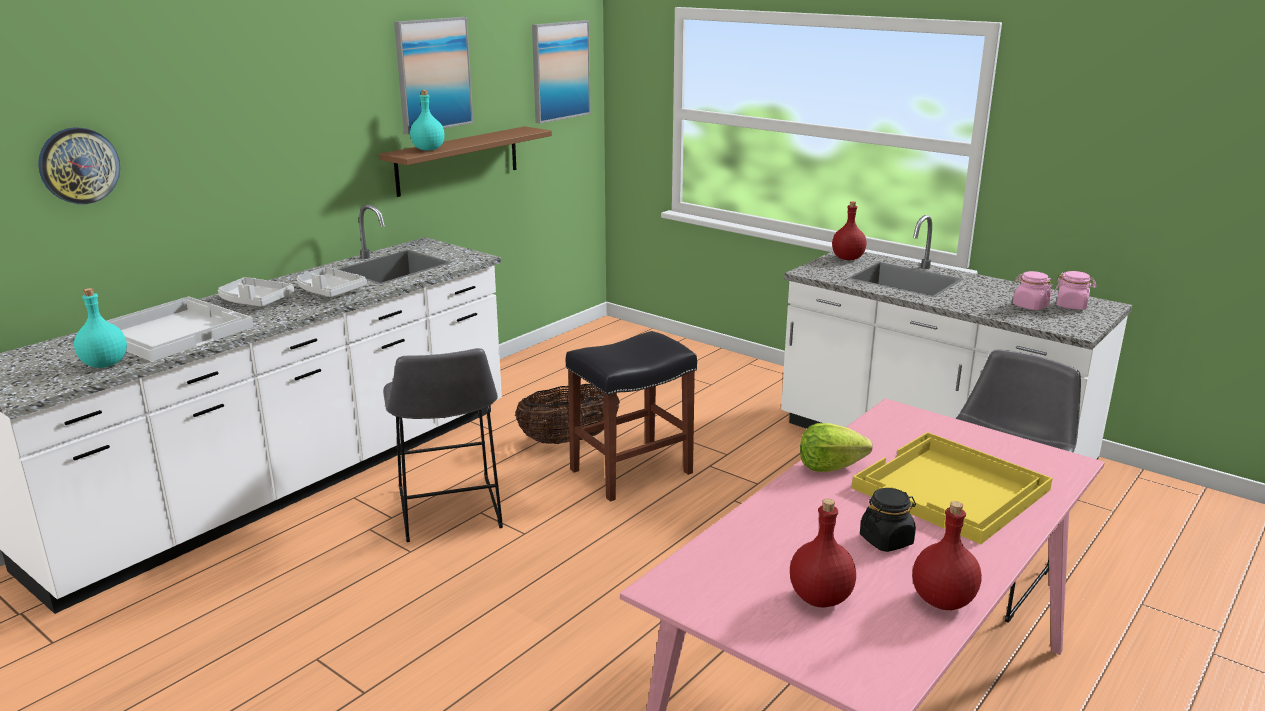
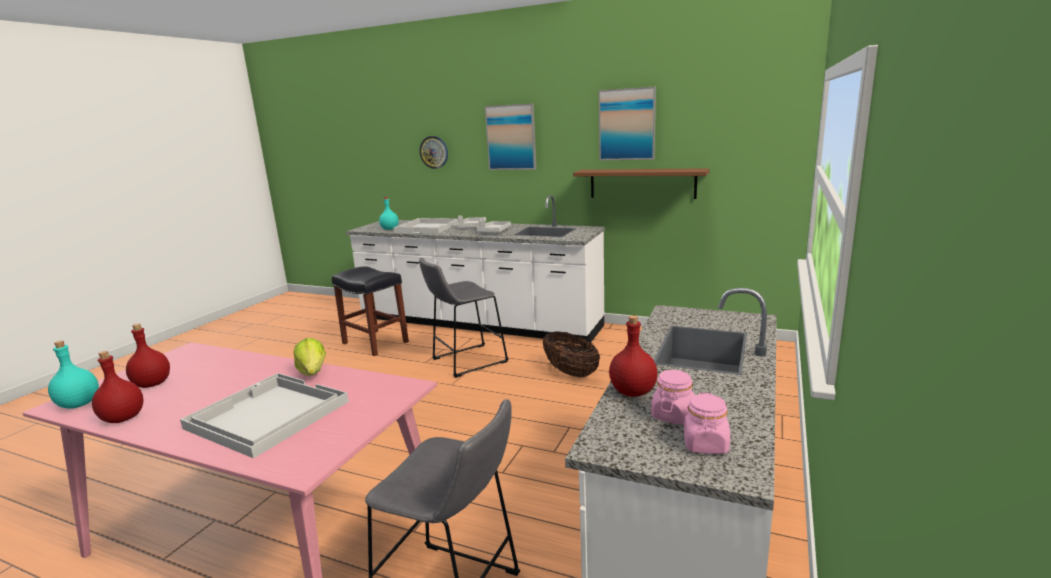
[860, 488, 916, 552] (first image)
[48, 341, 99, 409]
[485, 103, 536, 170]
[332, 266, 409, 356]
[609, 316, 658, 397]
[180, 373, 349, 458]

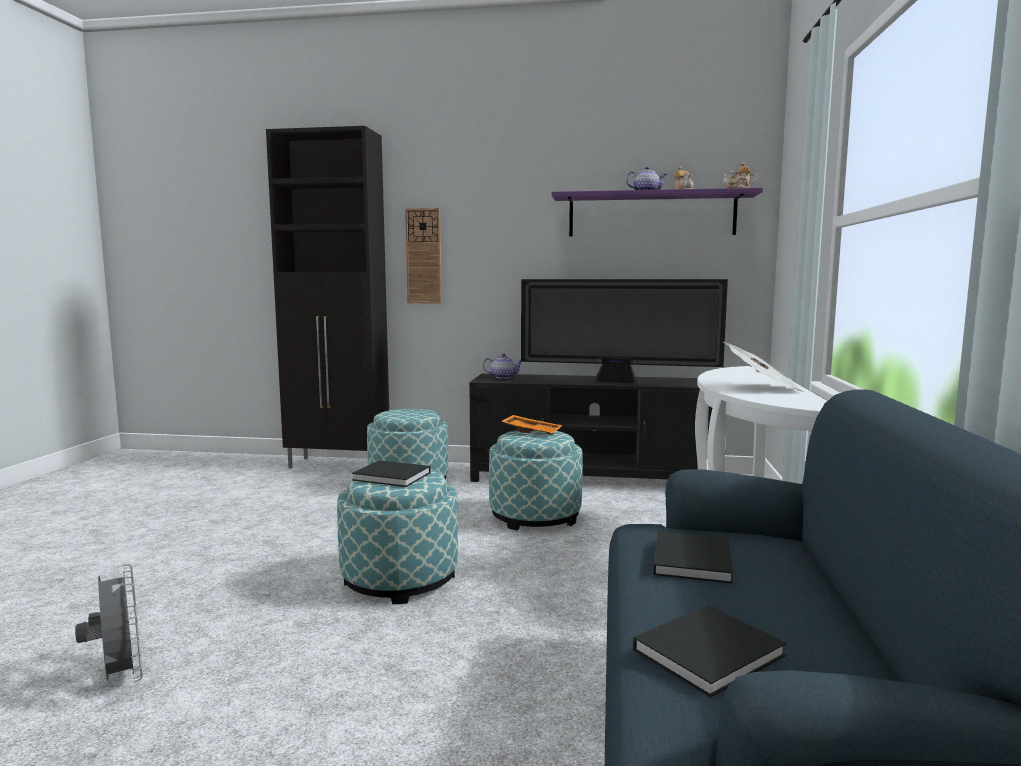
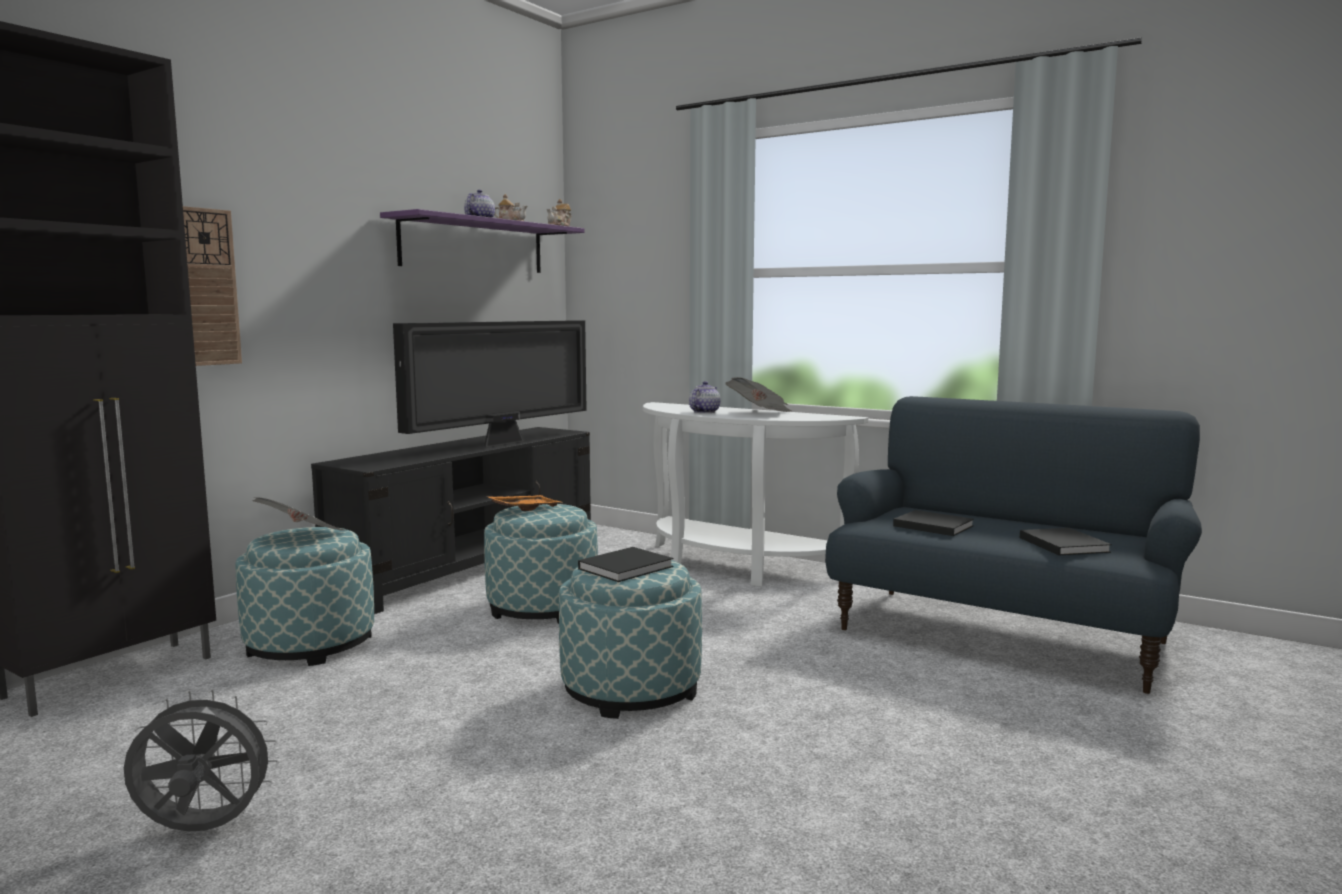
[252, 497, 345, 531]
[124, 689, 279, 832]
[689, 381, 721, 413]

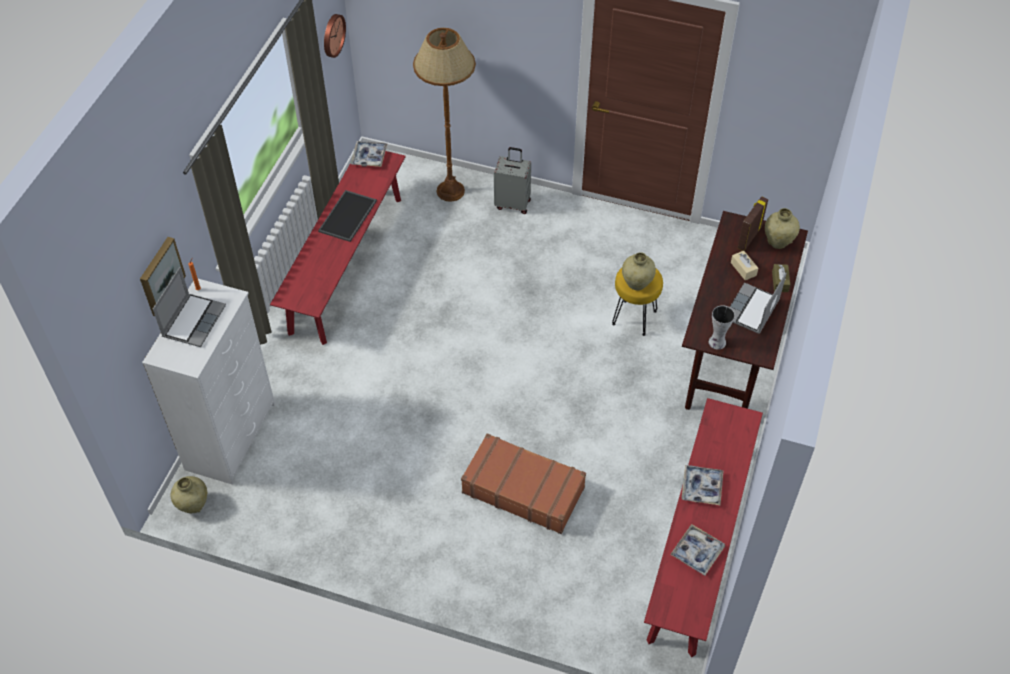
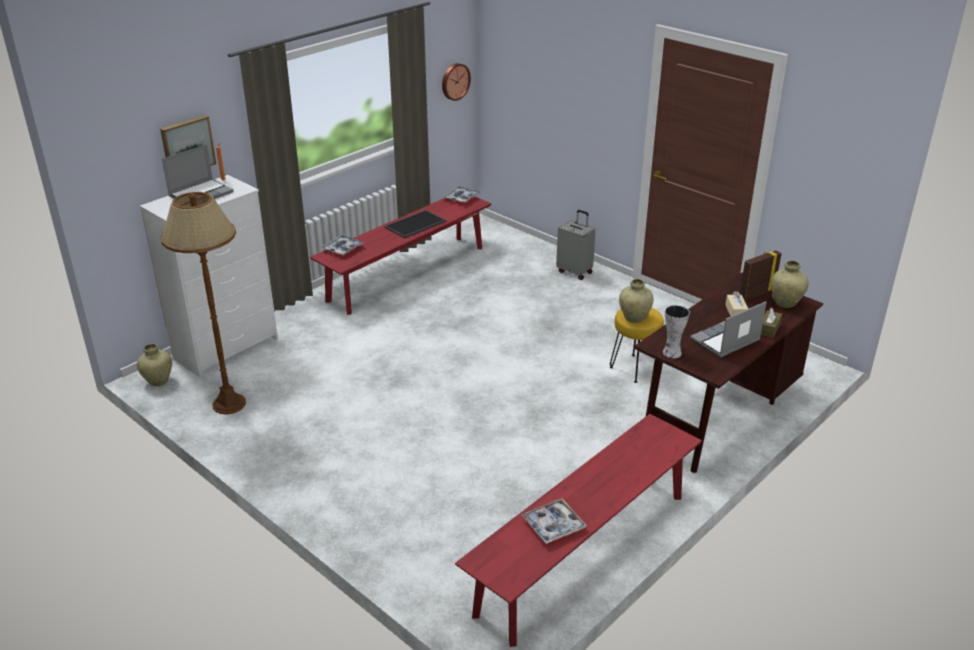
[461, 433, 586, 534] (first image)
[161, 192, 246, 414]
[321, 235, 365, 255]

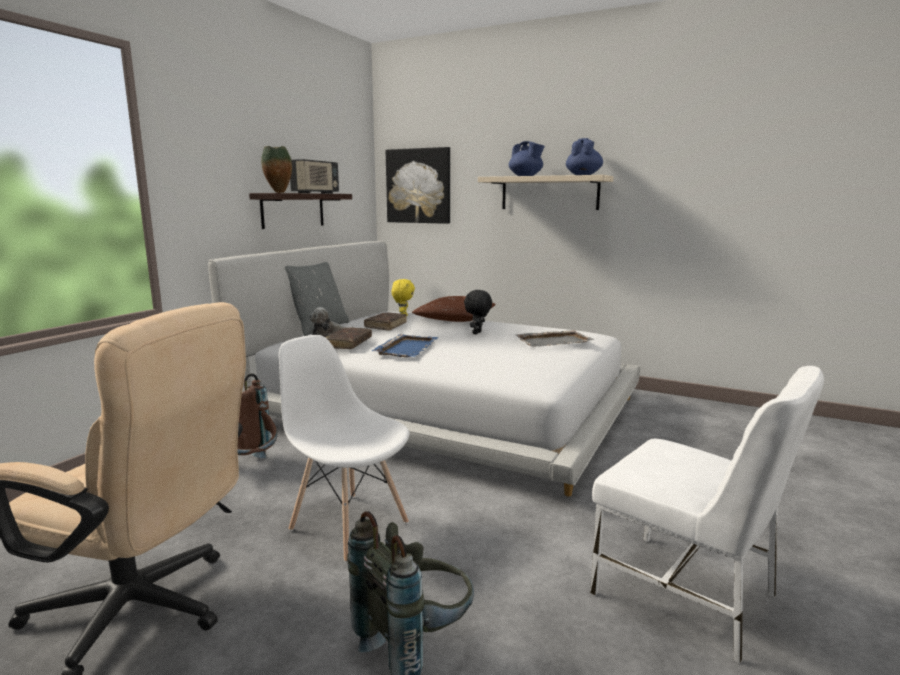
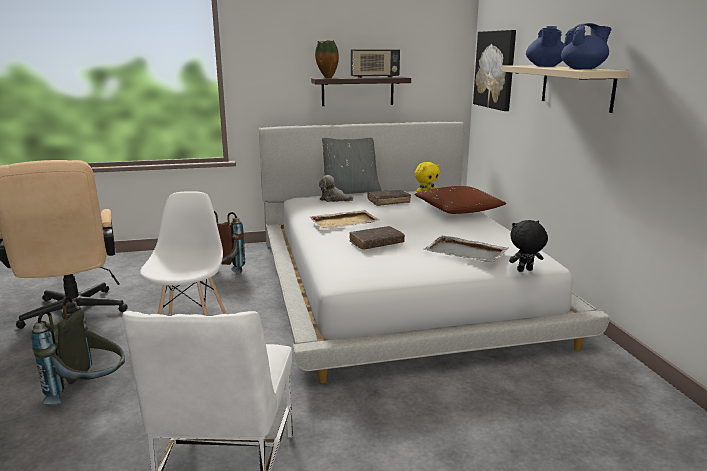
[349, 226, 405, 250]
[509, 220, 548, 272]
[309, 210, 380, 229]

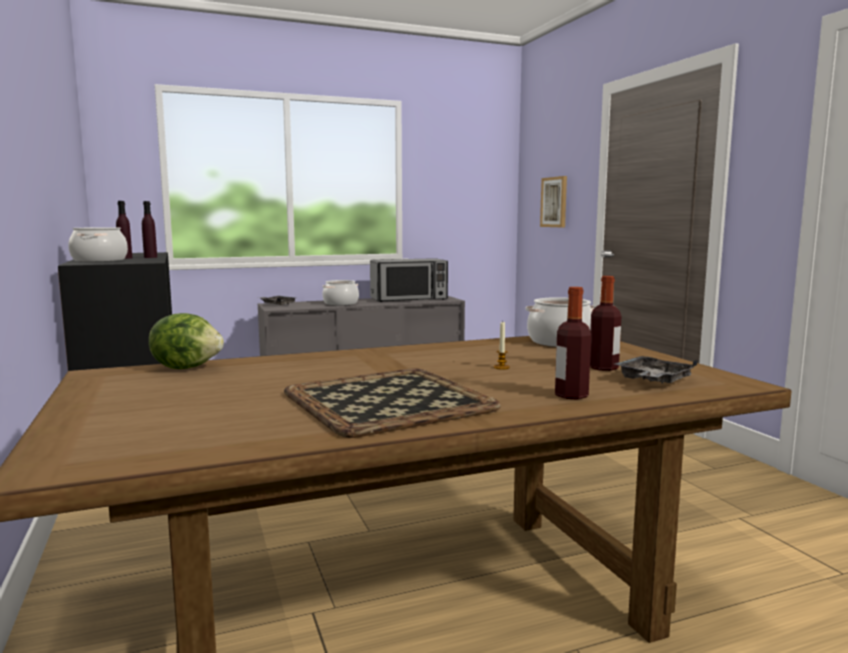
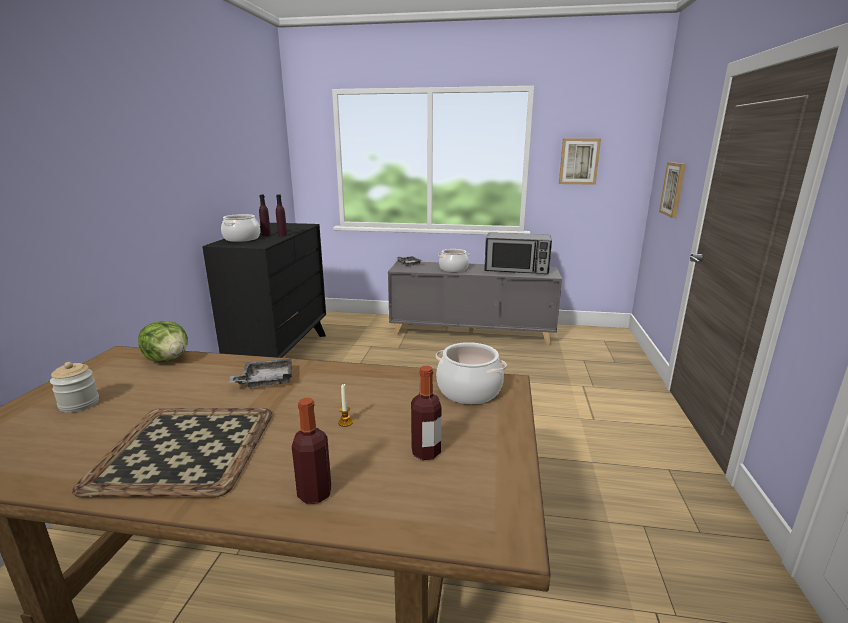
[50, 362, 99, 413]
[559, 138, 601, 185]
[229, 359, 292, 387]

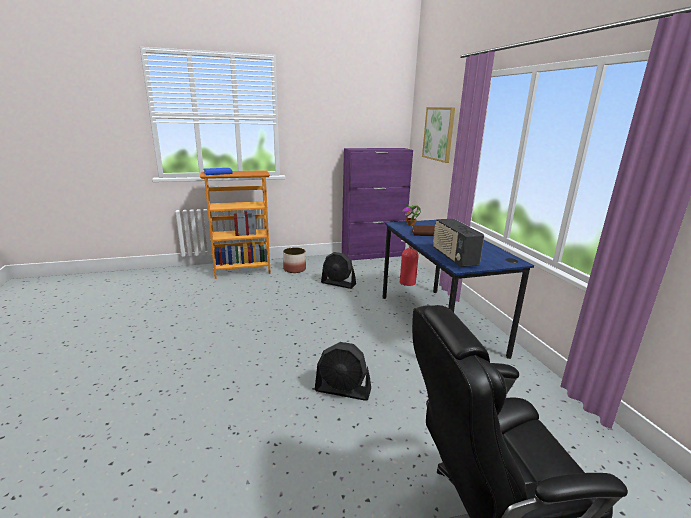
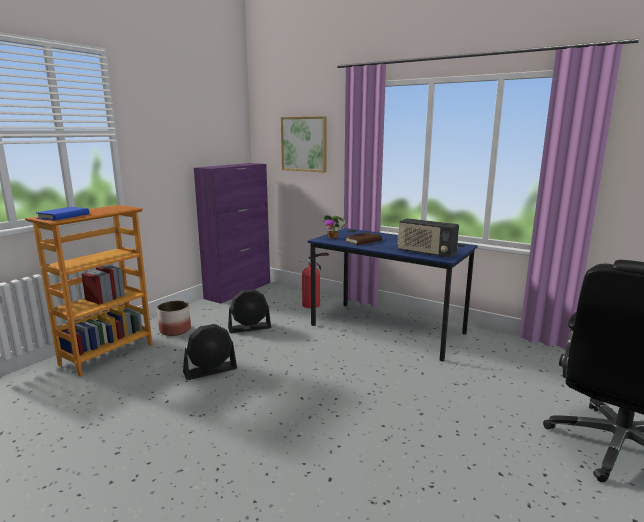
[183, 324, 237, 380]

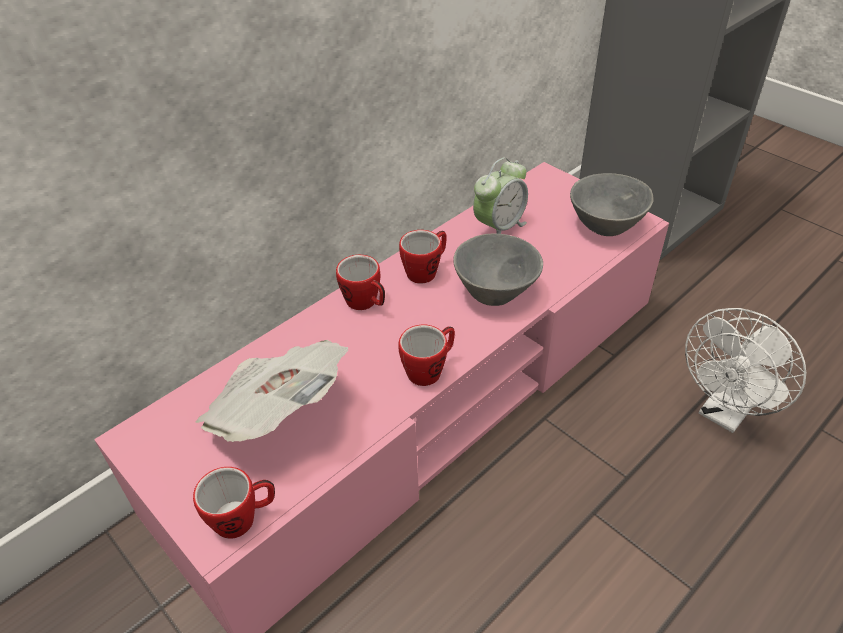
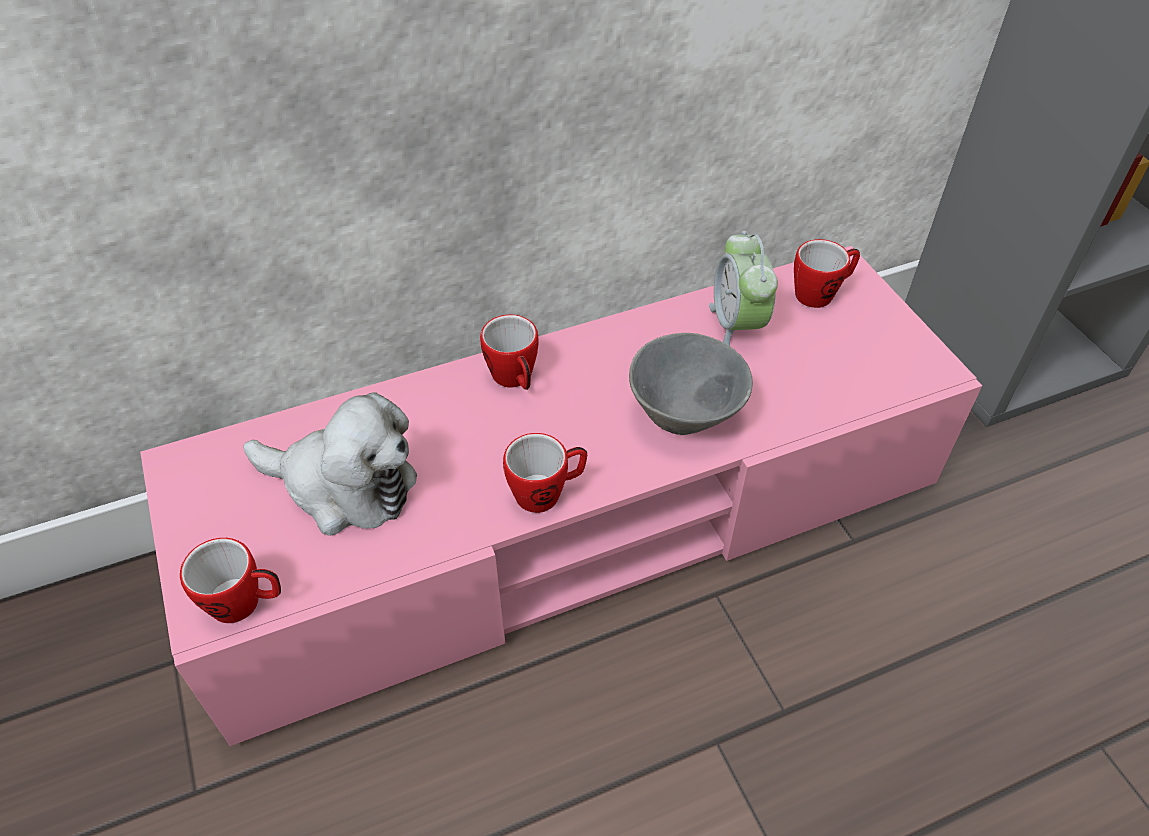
[570, 173, 654, 236] (first image)
[685, 308, 806, 433] (first image)
[794, 239, 860, 308]
[243, 392, 417, 536]
[709, 231, 778, 346]

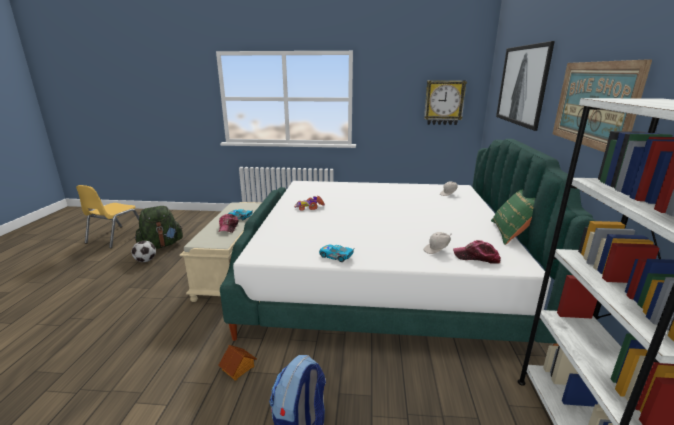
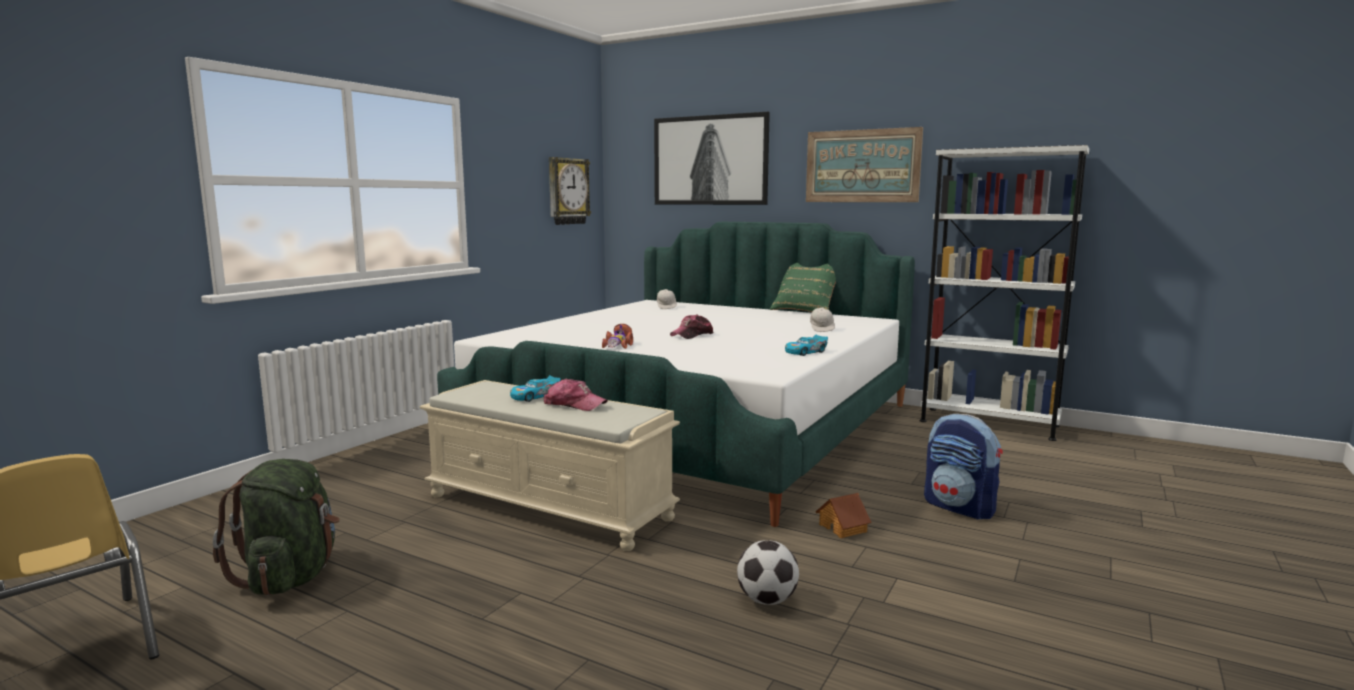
[737, 540, 799, 605]
[670, 315, 713, 339]

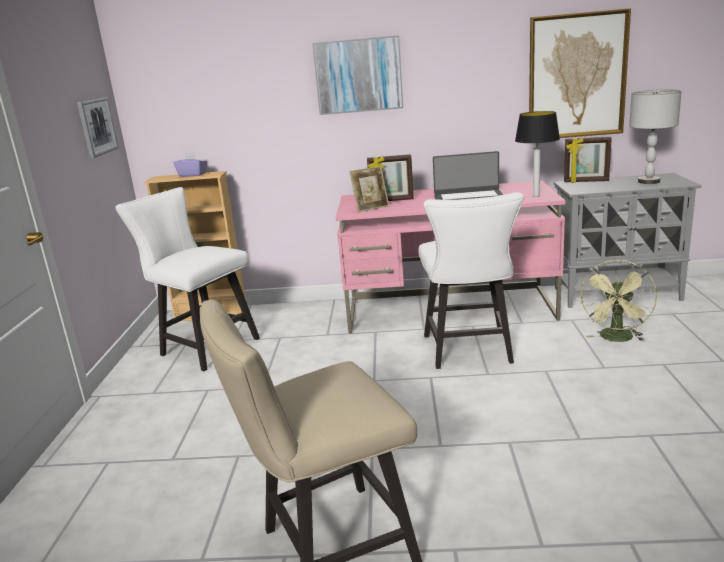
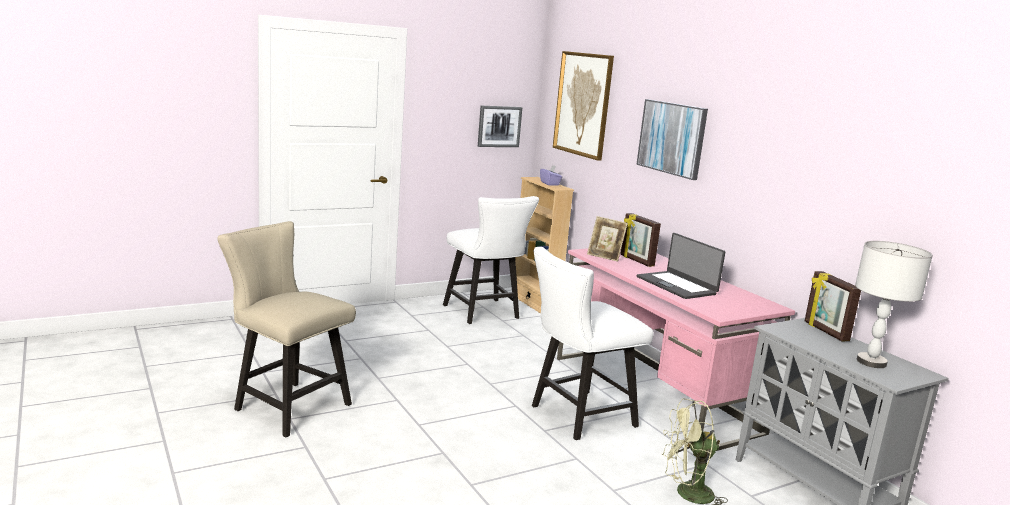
[515, 111, 560, 197] (first image)
[553, 51, 614, 161]
[443, 196, 539, 324]

